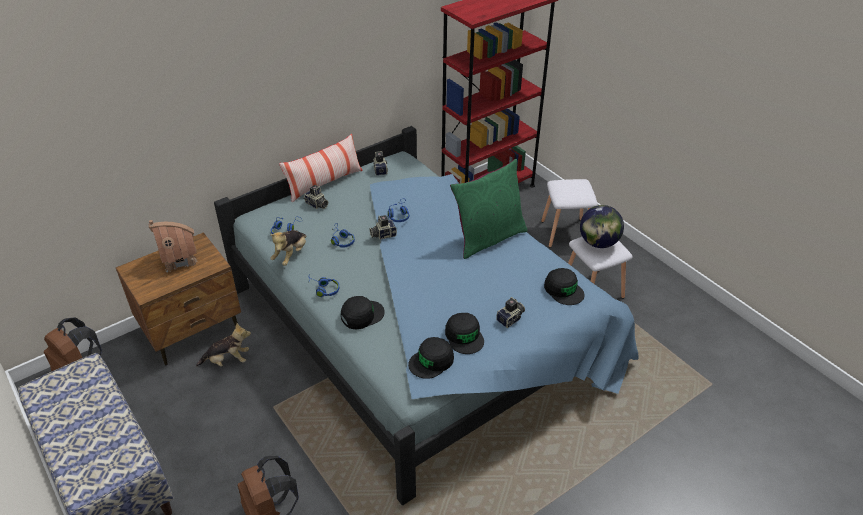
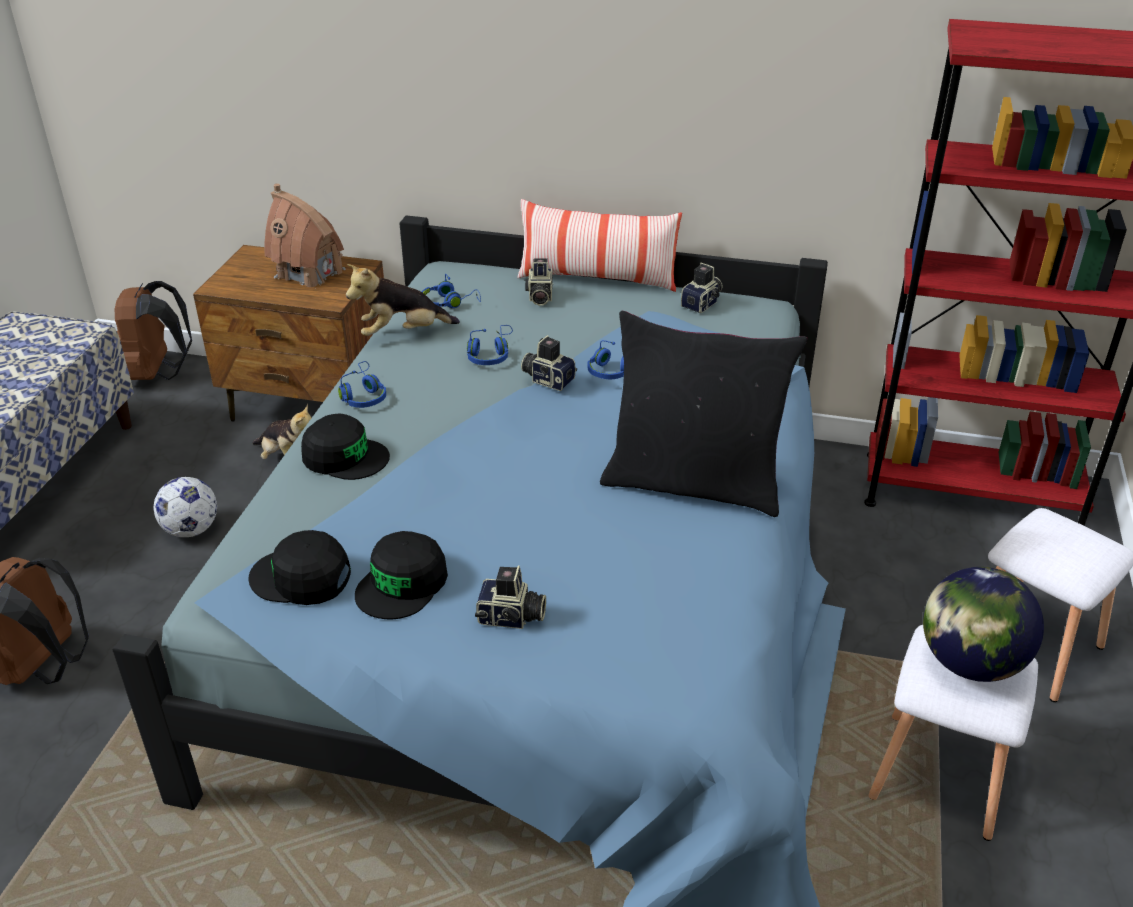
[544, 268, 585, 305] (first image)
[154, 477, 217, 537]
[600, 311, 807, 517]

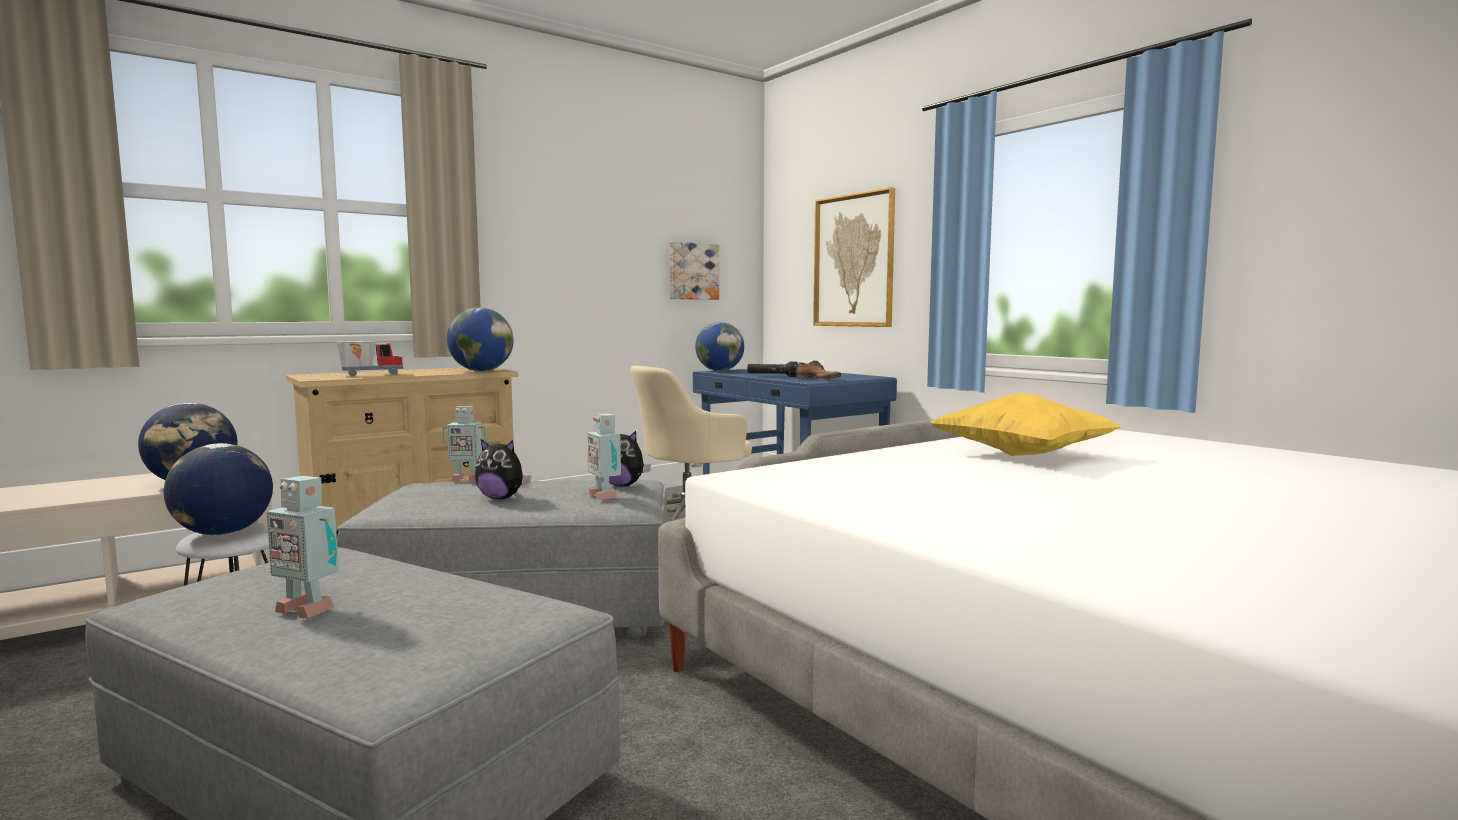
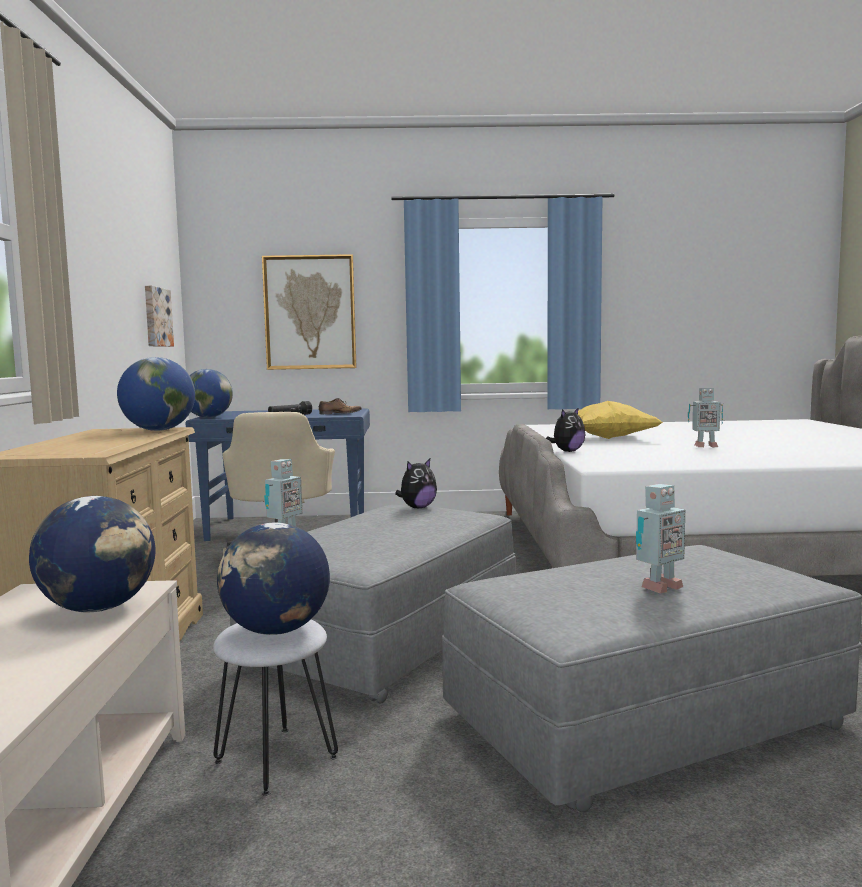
[337, 341, 403, 377] (first image)
[546, 407, 585, 452]
[688, 388, 723, 448]

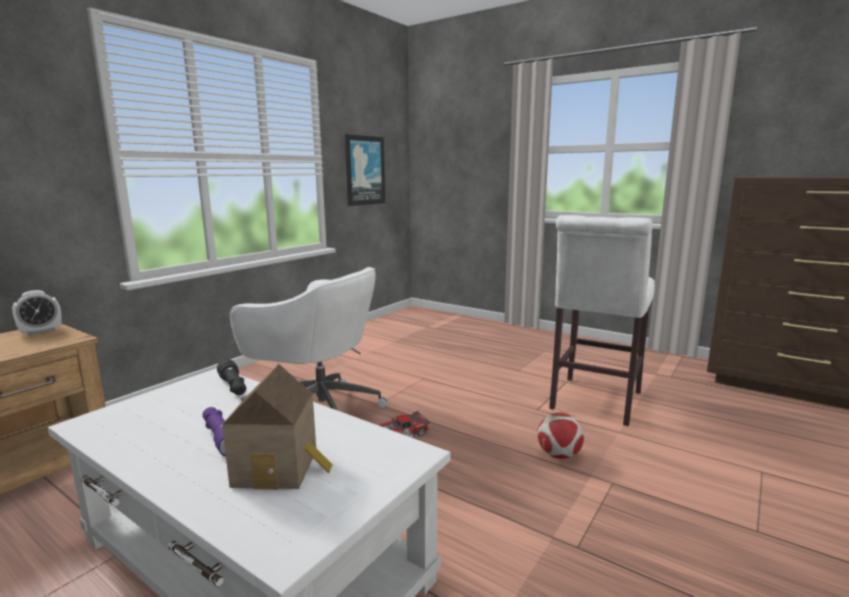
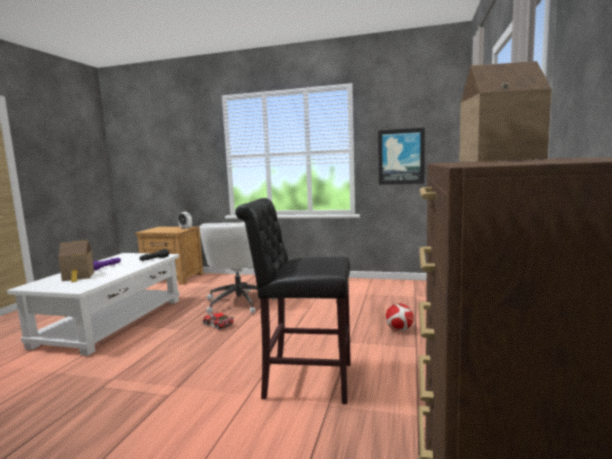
[459, 61, 552, 162]
[386, 303, 414, 331]
[235, 198, 351, 404]

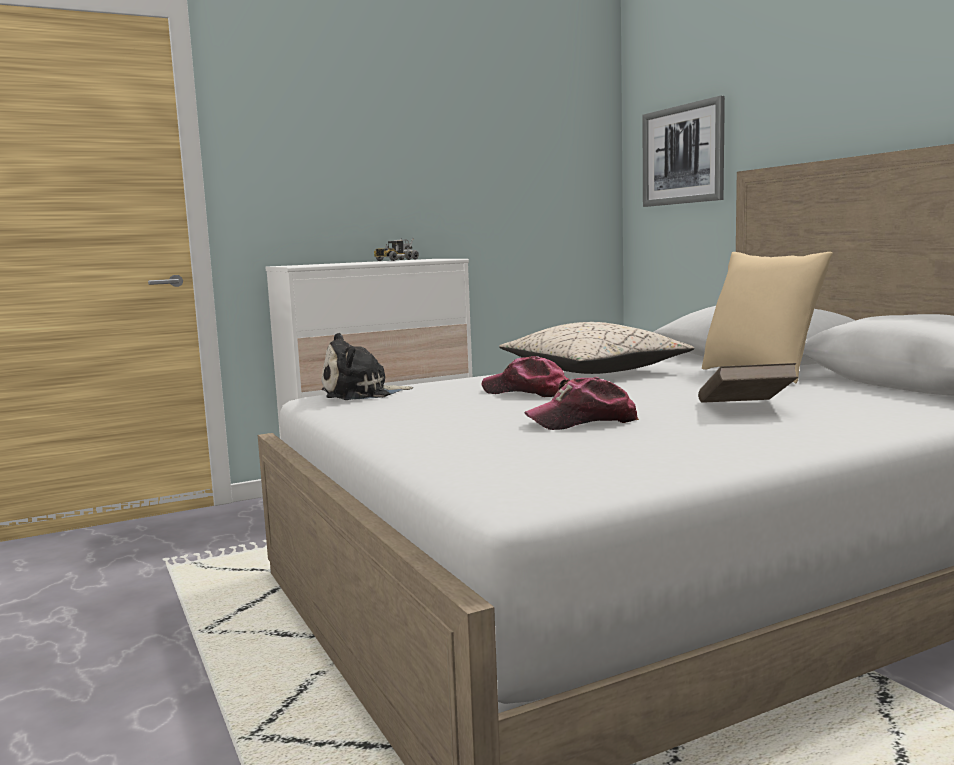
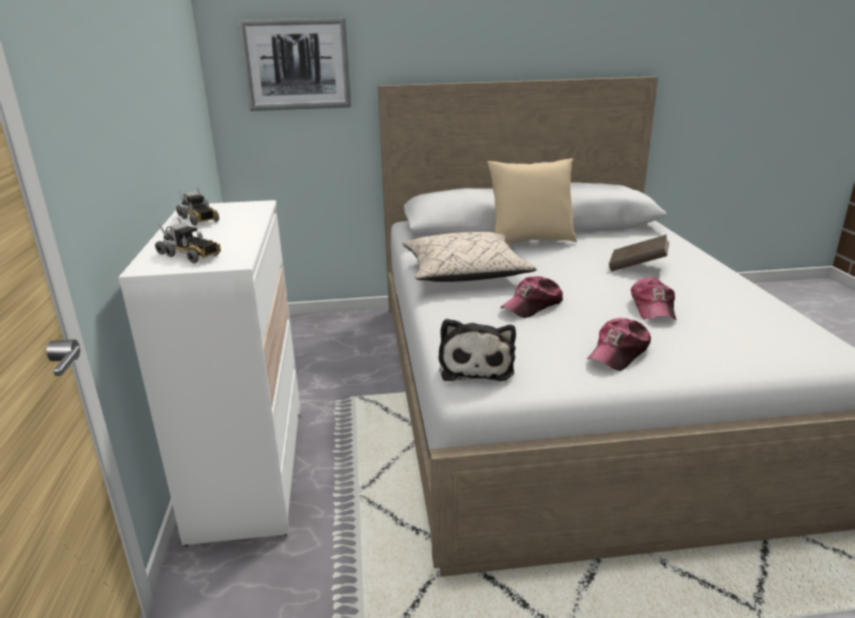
[155, 218, 221, 263]
[586, 318, 651, 371]

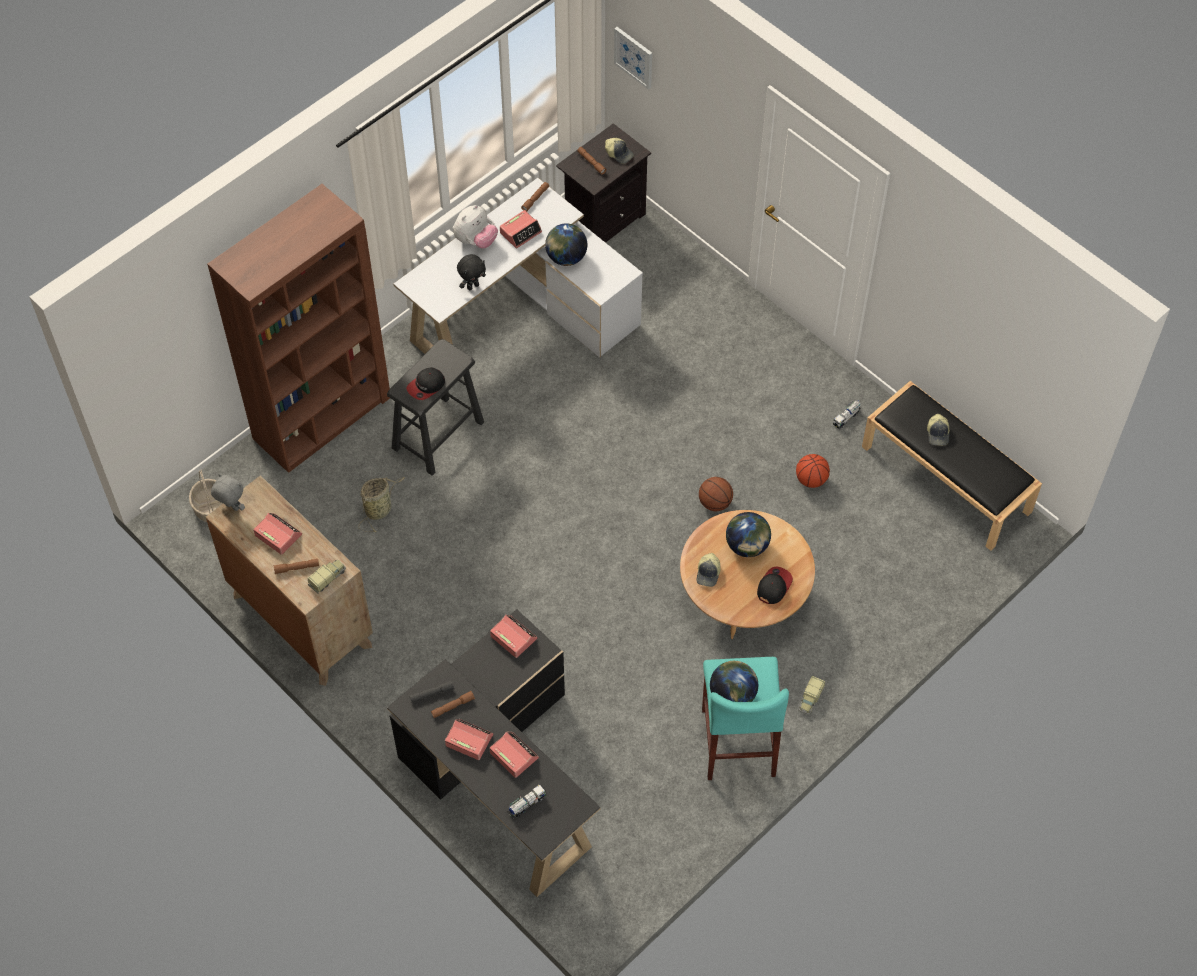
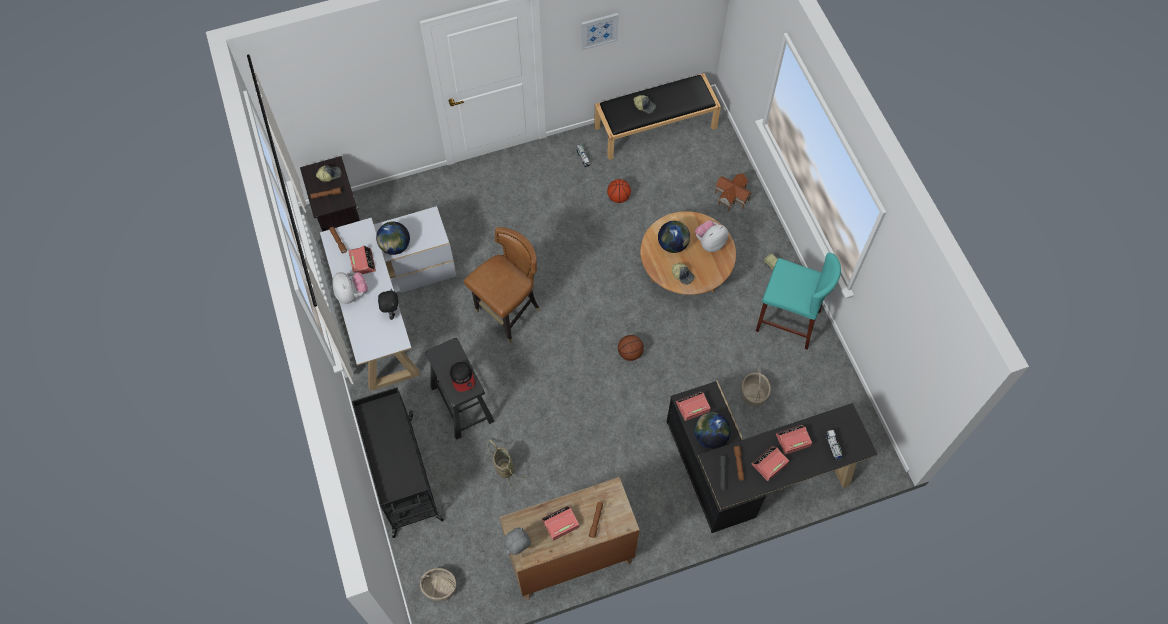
[307, 560, 346, 593] (first image)
[464, 227, 541, 343]
[715, 173, 752, 211]
[741, 369, 771, 407]
[581, 13, 619, 50]
[618, 335, 644, 361]
[694, 412, 731, 449]
[352, 387, 444, 538]
[695, 220, 728, 252]

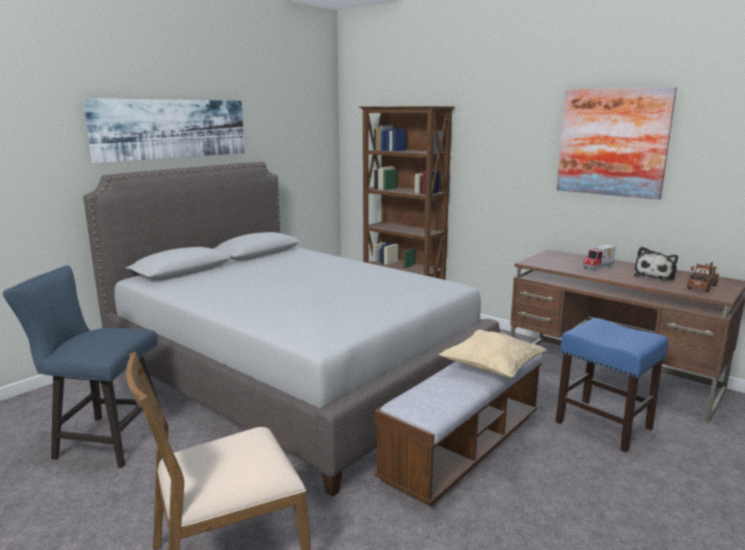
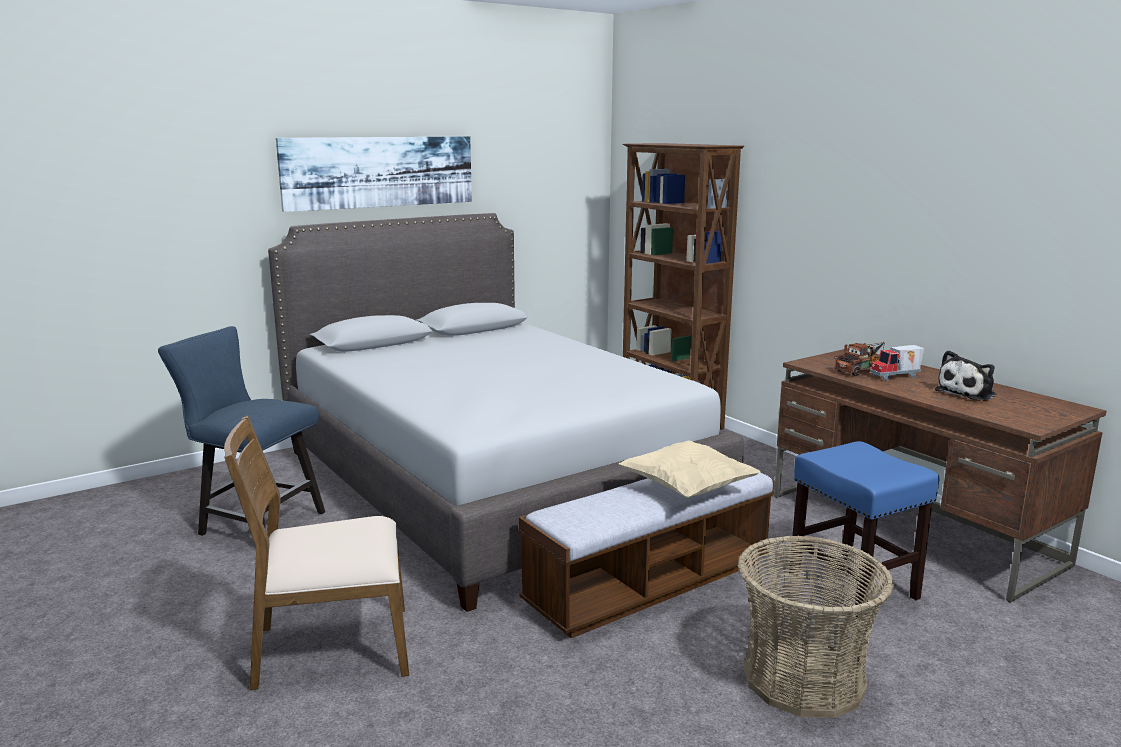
[557, 87, 677, 200] (first image)
[738, 535, 894, 718]
[834, 342, 884, 376]

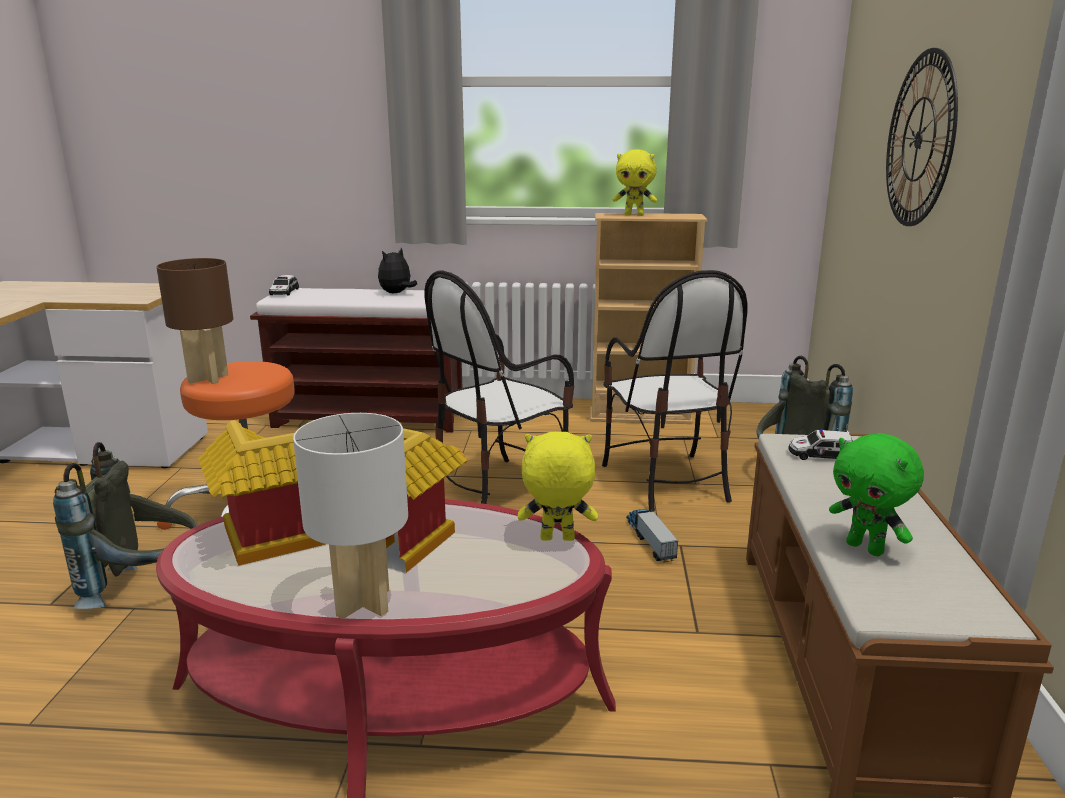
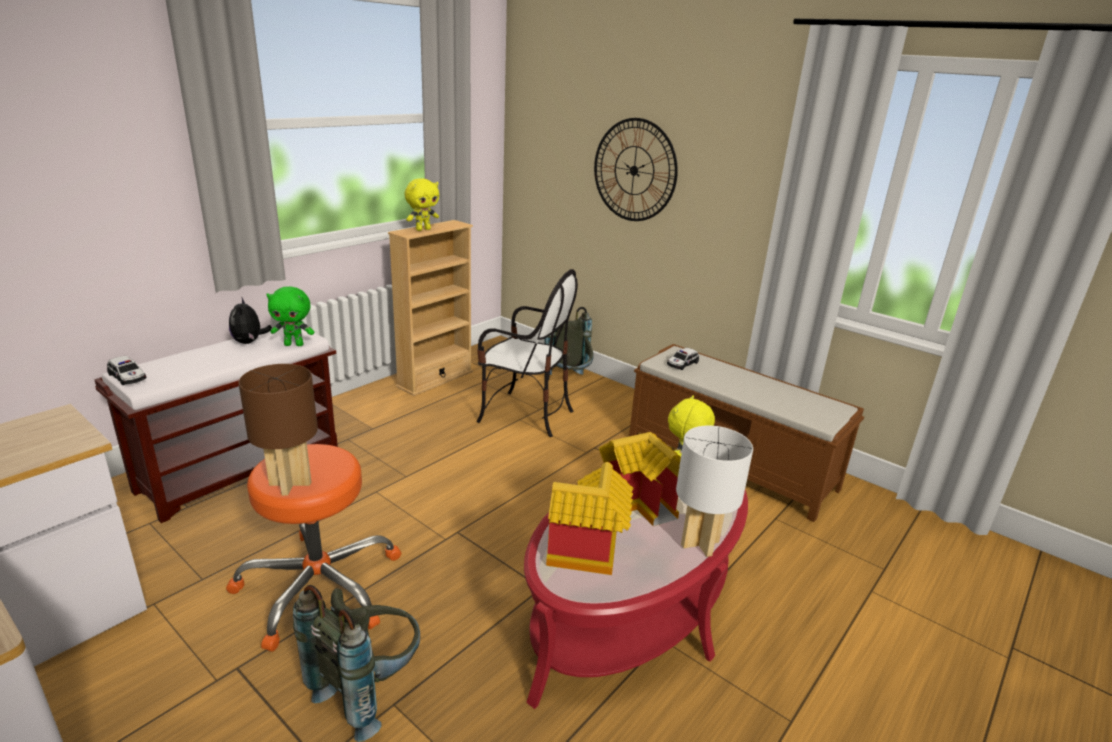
[424, 270, 574, 504] (first image)
[626, 508, 678, 562] (first image)
[266, 286, 314, 346]

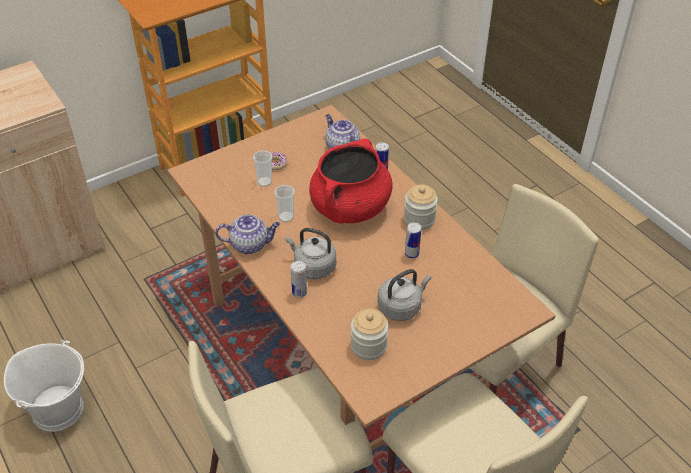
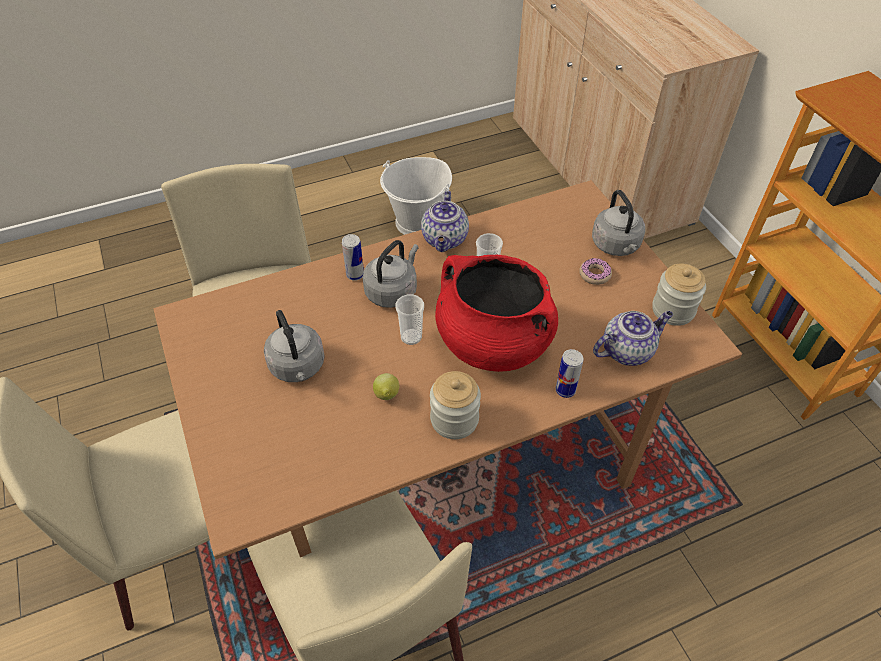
[592, 190, 645, 256]
[395, 294, 424, 345]
[652, 264, 706, 326]
[373, 373, 399, 400]

